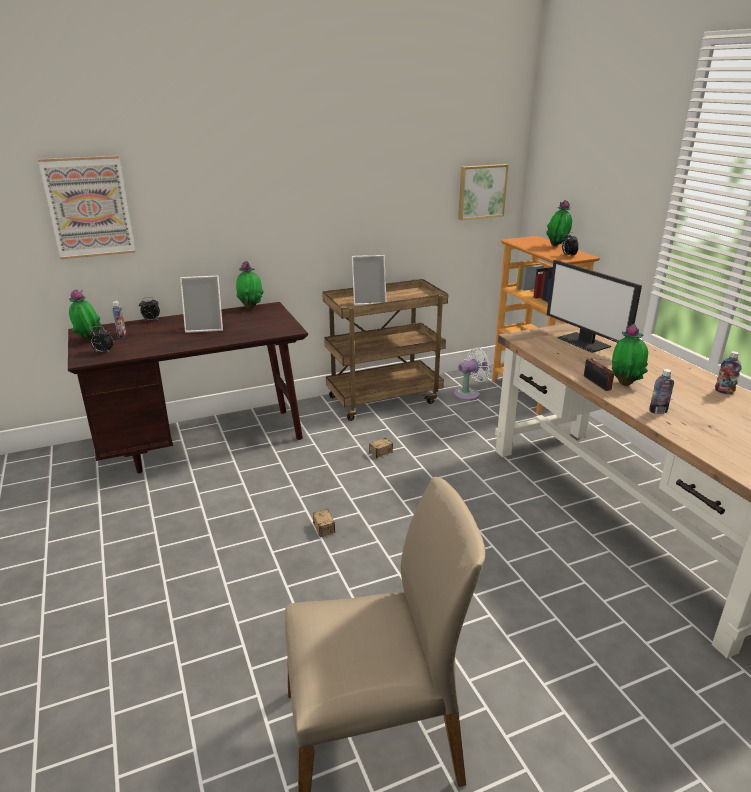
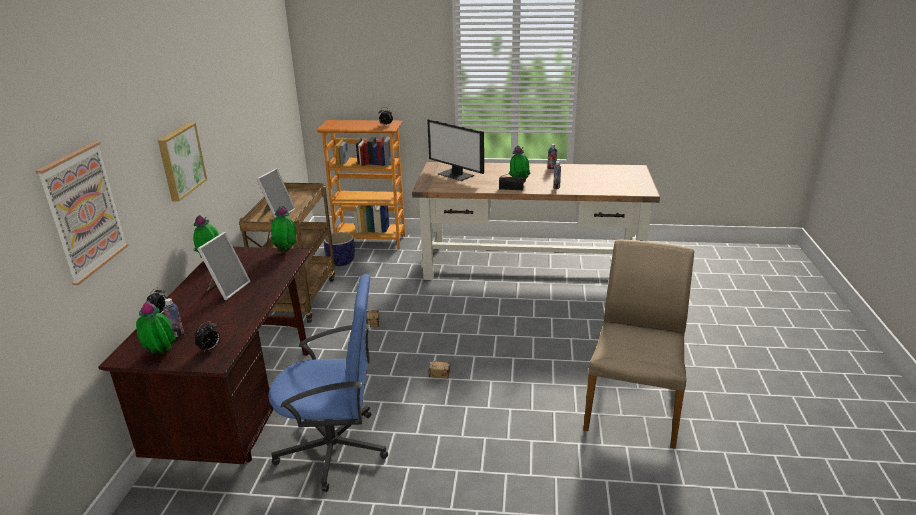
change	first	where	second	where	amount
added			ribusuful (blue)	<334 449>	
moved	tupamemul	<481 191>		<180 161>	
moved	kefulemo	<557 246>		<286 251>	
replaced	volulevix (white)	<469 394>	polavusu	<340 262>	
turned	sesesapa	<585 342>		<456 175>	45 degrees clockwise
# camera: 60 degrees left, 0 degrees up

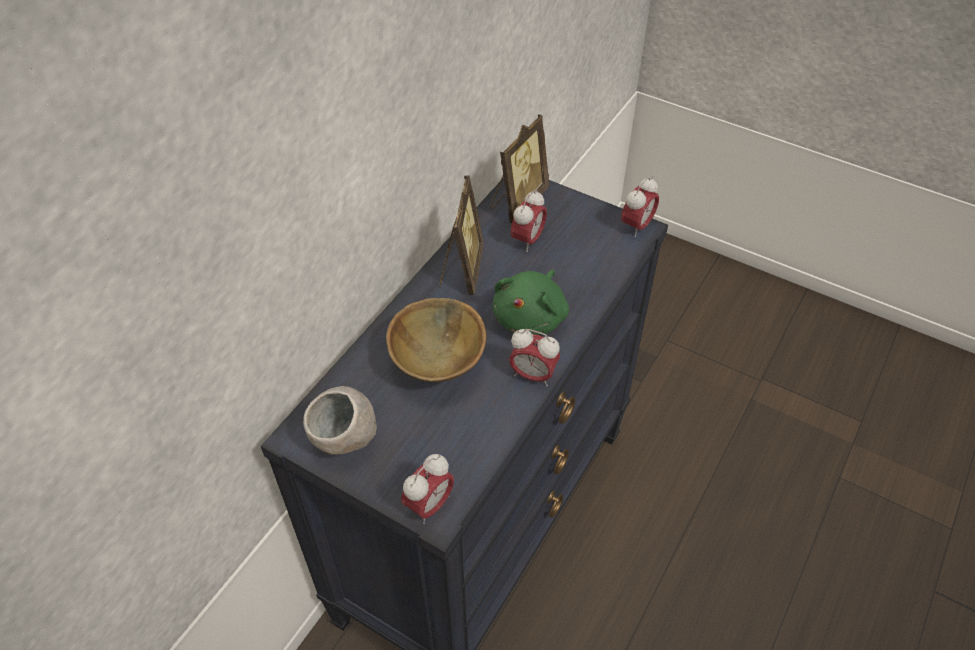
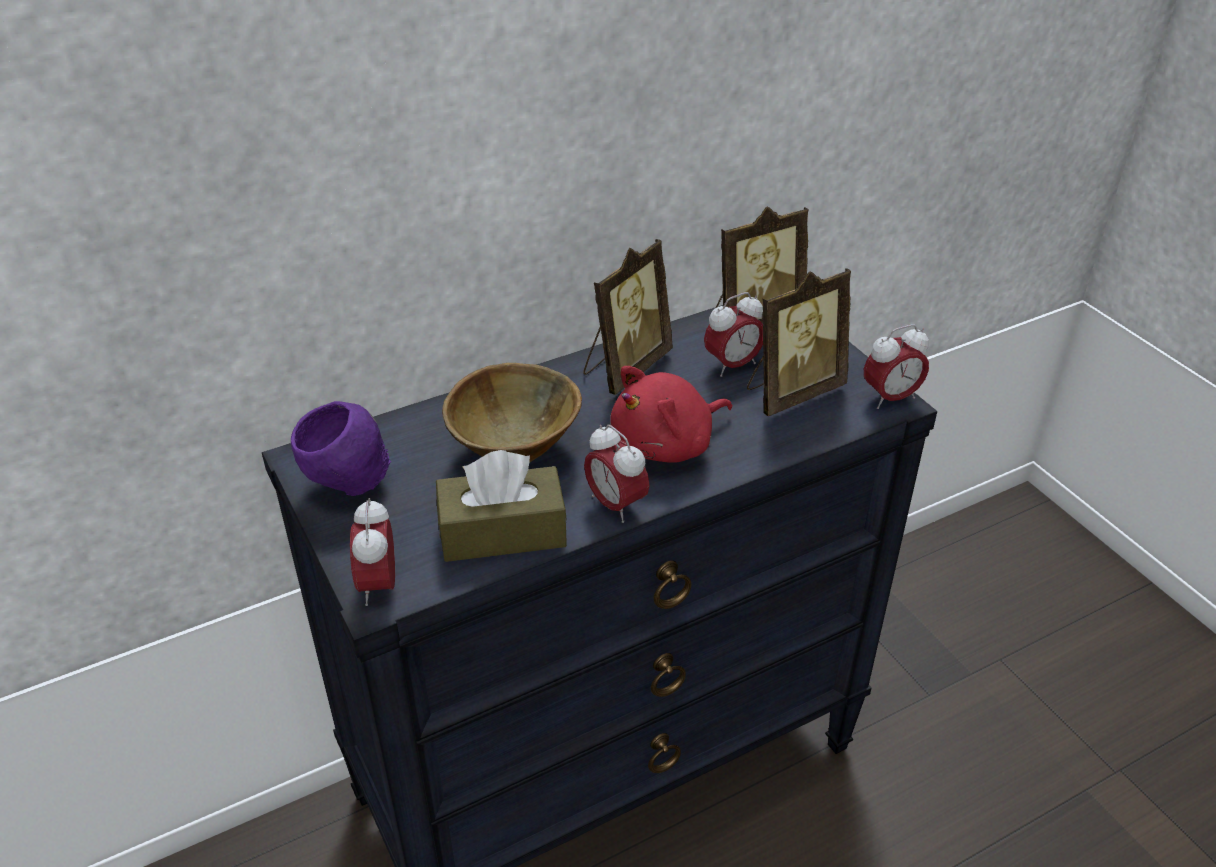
change	first	where	second	where	amount
added			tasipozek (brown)	<502 532>	
added			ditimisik	<791 392>	
recoloured	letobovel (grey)	<347 443>	letobovel (purple)	<348 485>	
recoloured	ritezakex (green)	<531 317>	ritezakex (red)	<667 444>	
turned	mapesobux	<429 505>		<379 585>	105 degrees clockwise
# camera: 30 degrees right, 10 degrees down

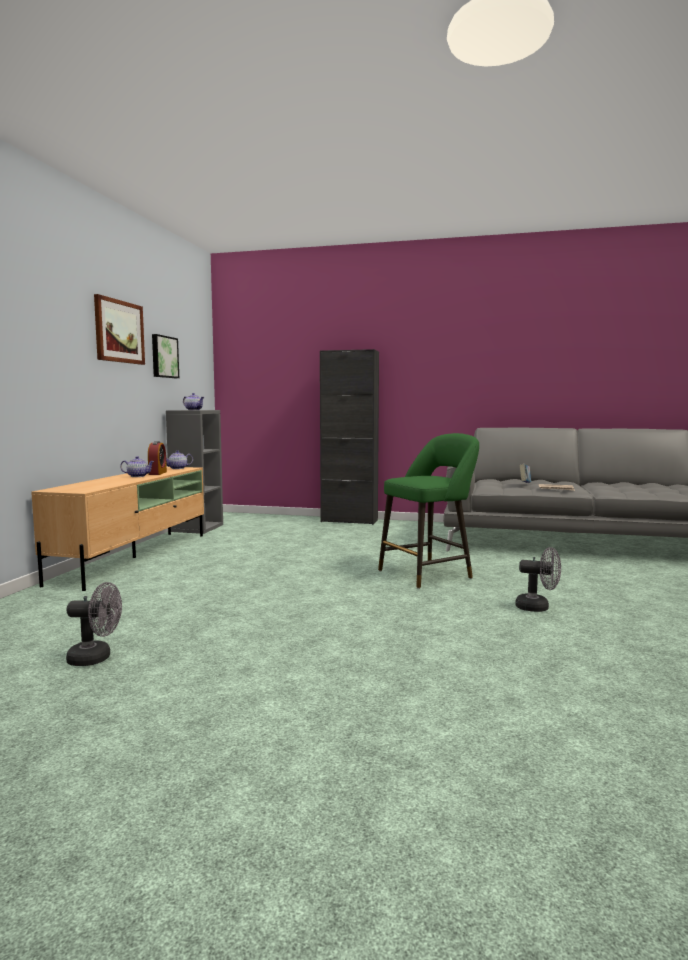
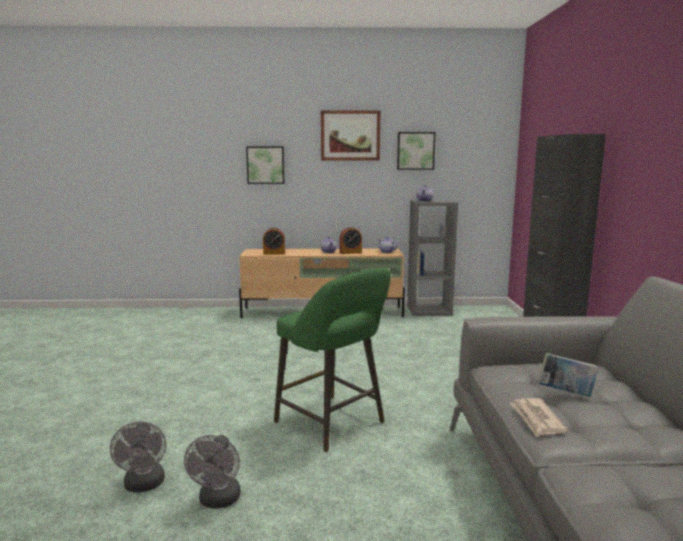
change	first	where	second	where	amount
added			tupamemul	<265 165>	
added			mapesobux	<274 253>	
moved	volulevix (grey)	<96 658>		<144 485>	
# camera: 75 degrees right, 5 degrees up

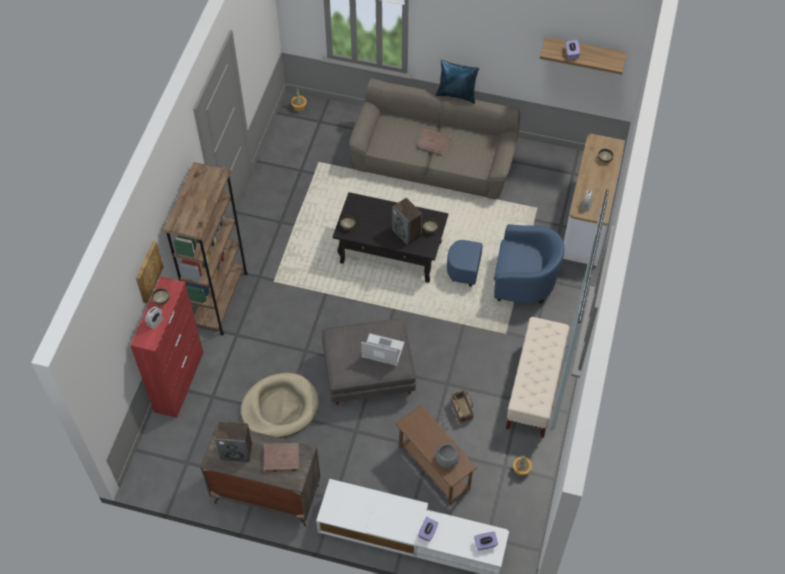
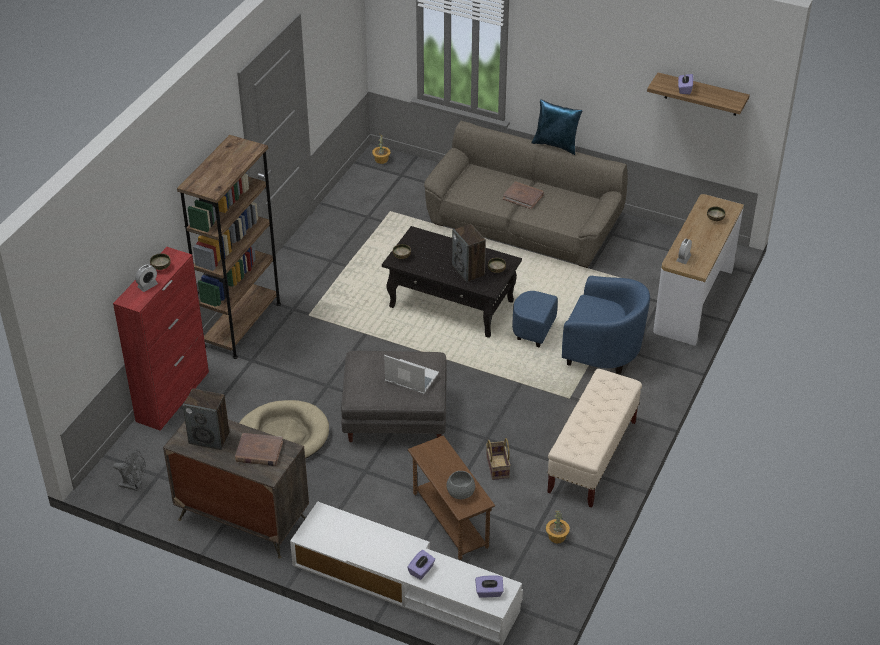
change	first	where	second	where	amount
removed	tupamemul	<147 272>			
added			volulevix (grey)	<134 485>	
# camera: 10 degrees right, 15 degrees down

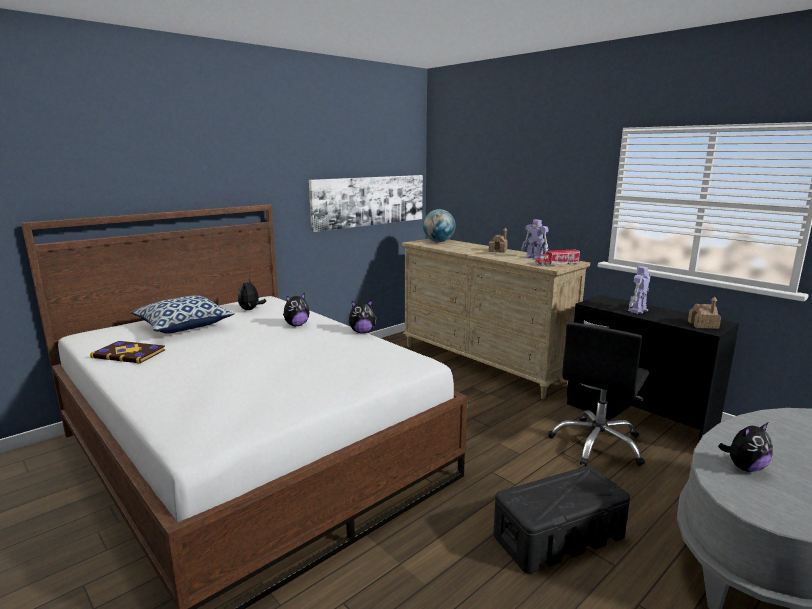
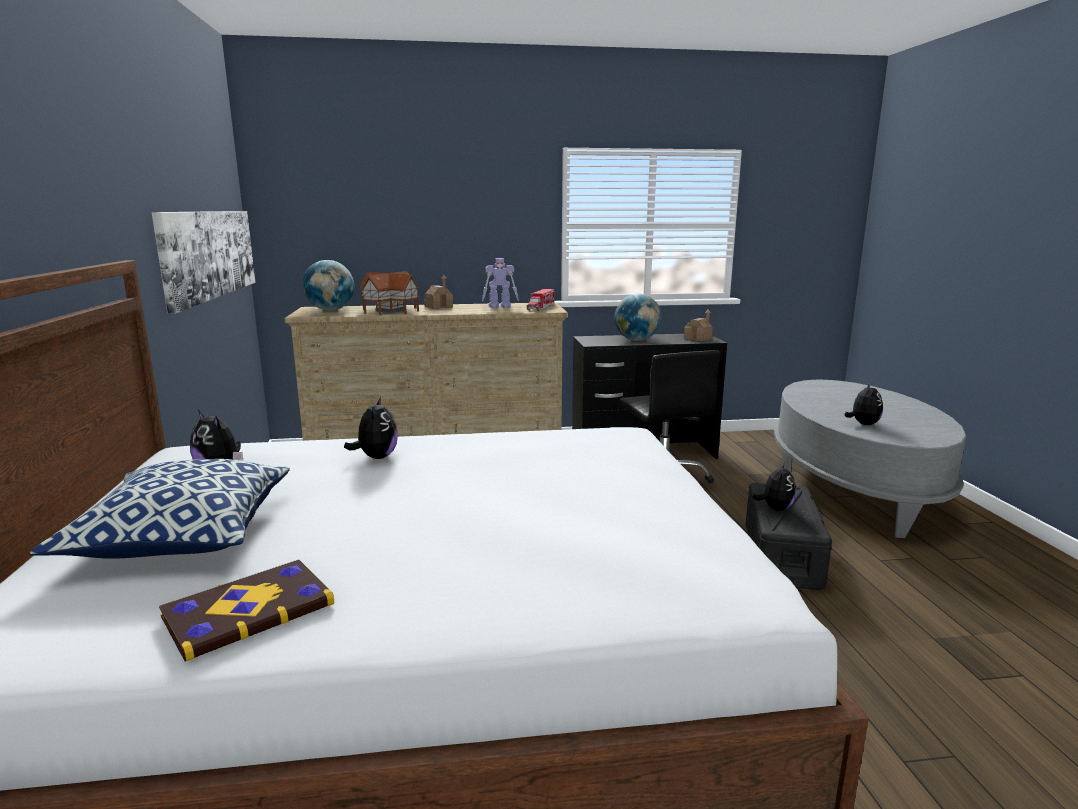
change	first	where	second	where	amount
added			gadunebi	<389 310>	
moved	ritezakex	<362 332>		<775 508>	
replaced	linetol	<637 310>	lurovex	<637 340>	
# camera: 55 degrees left, 0 degrees up

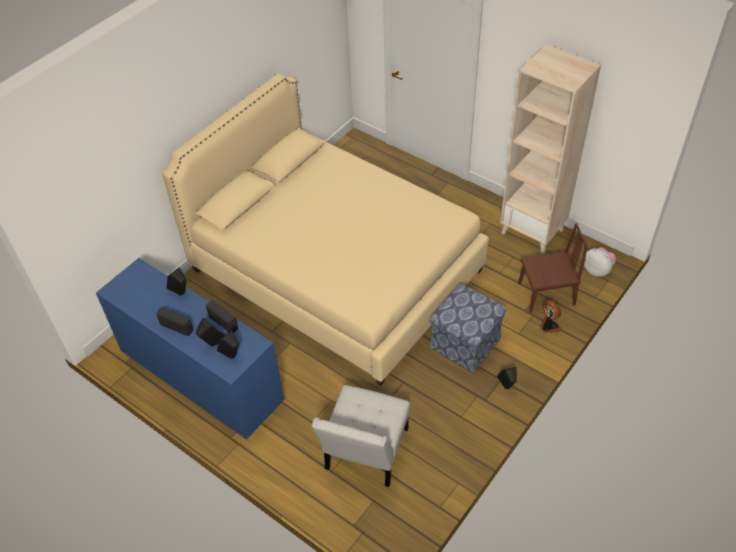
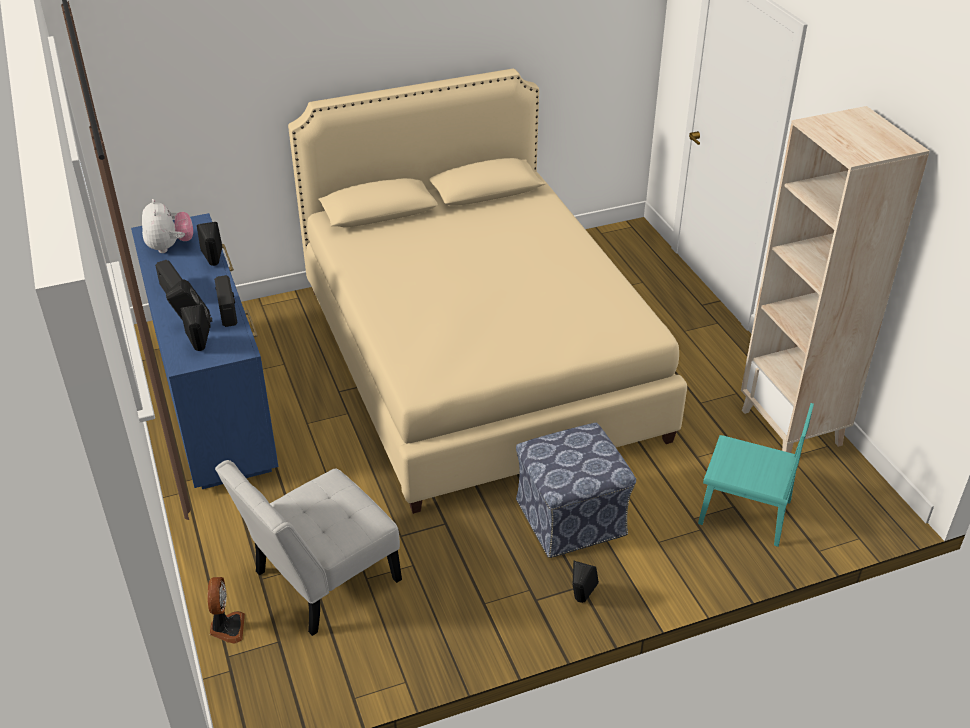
change	first	where	second	where	amount
moved	volulevix	<548 326>		<226 628>	
moved	ritezakex	<597 270>		<170 247>	
recoloured	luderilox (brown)	<546 294>	luderilox (turquoise)	<744 512>	
# camera: 30 degrees right, 10 degrees down

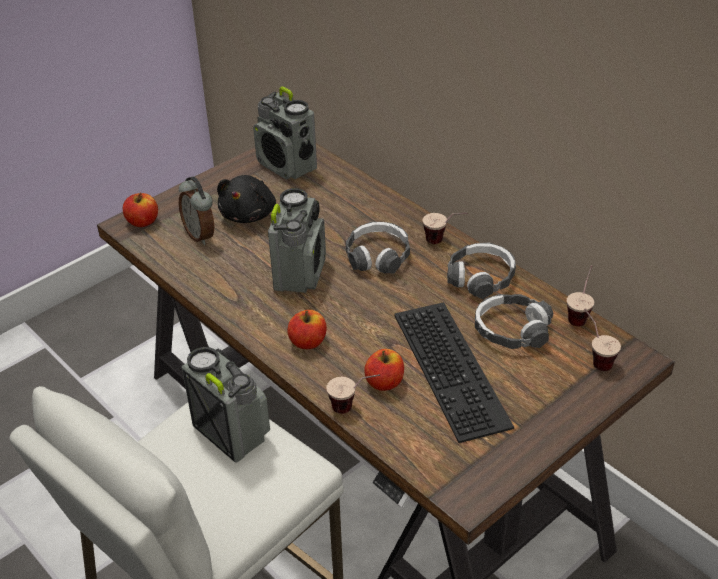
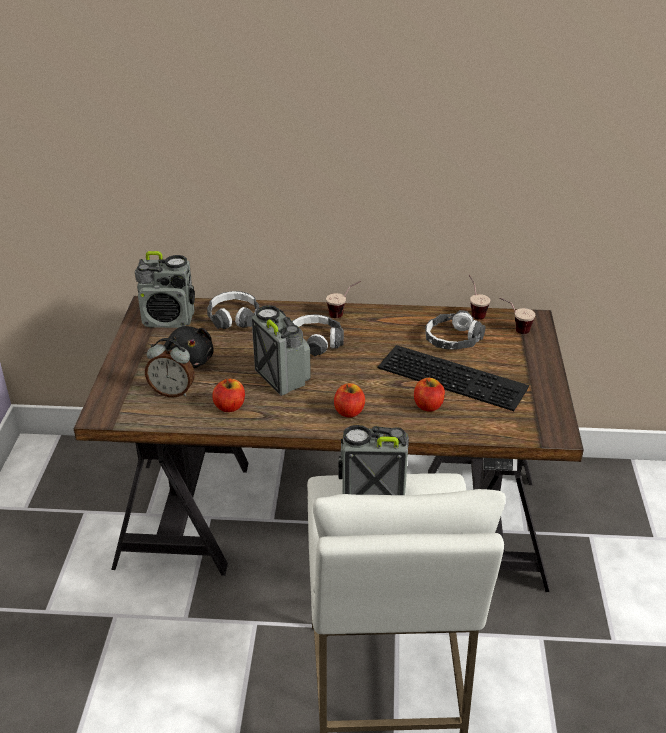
change	first	where	second	where	amount
removed	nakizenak	<354 407>			
moved	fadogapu	<142 222>		<230 406>	
moved	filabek	<481 277>		<233 317>	
# camera: 45 degrees left, 5 degrees down

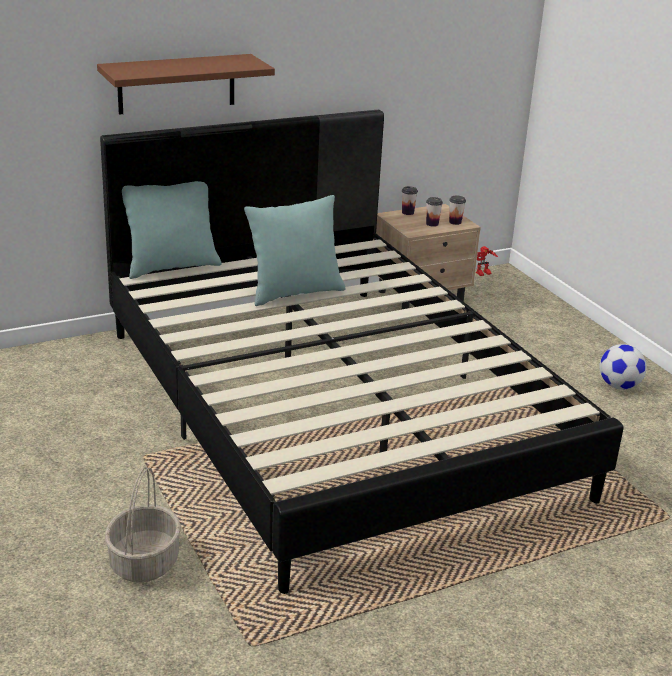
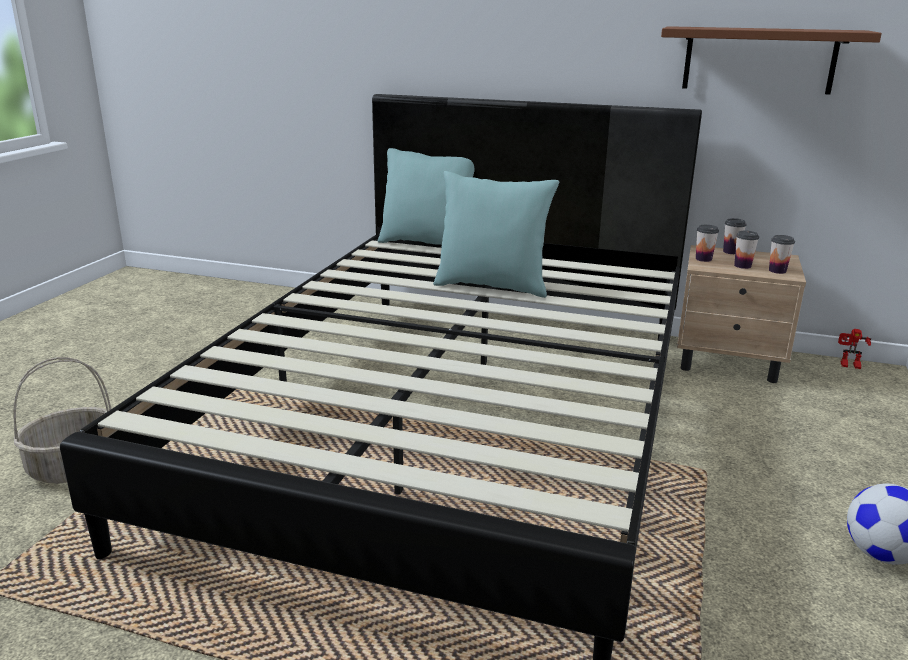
change	first	where	second	where	amount
added			nakizenak	<703 259>	
moved	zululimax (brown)	<176 84>		<759 60>	
# camera: 45 degrees right, 5 degrees down

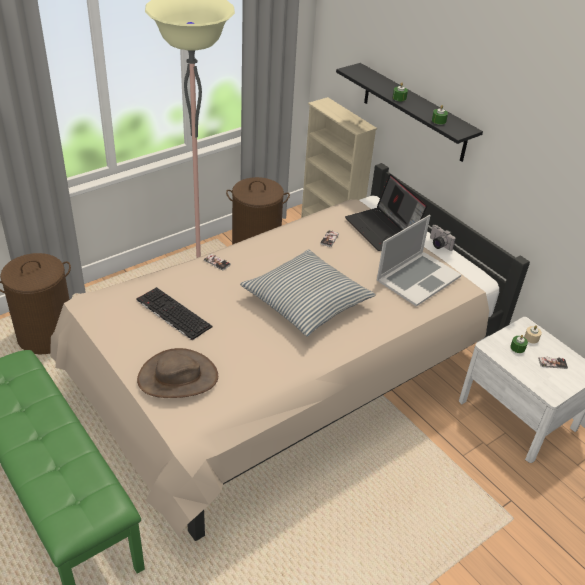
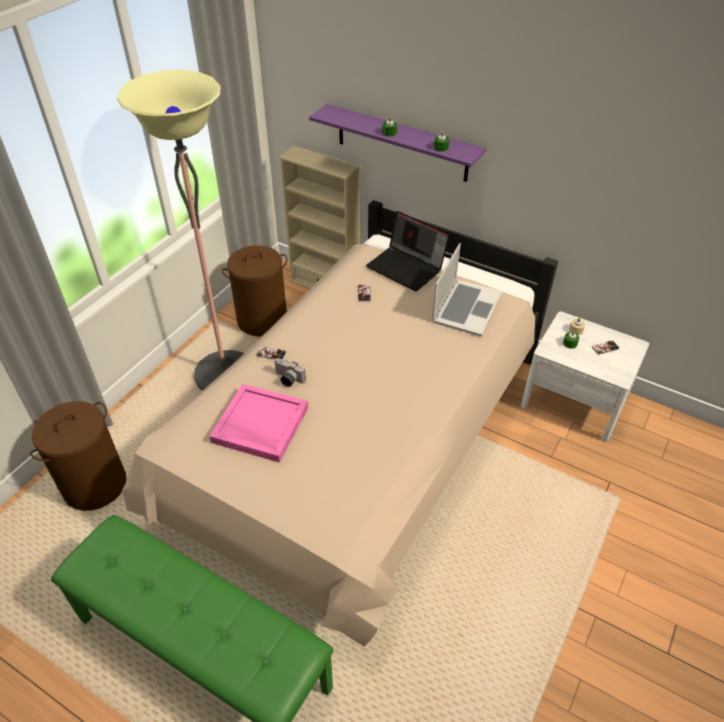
change	first	where	second	where	amount
removed	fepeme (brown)	<178 378>			
removed	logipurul	<306 301>			
moved	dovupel	<438 244>		<287 379>	
replaced	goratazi	<172 313>	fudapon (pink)	<259 425>	
recoloured	zululimax (black)	<414 112>	zululimax (purple)	<402 143>	
# camera: 20 degrees left, 5 degrees up

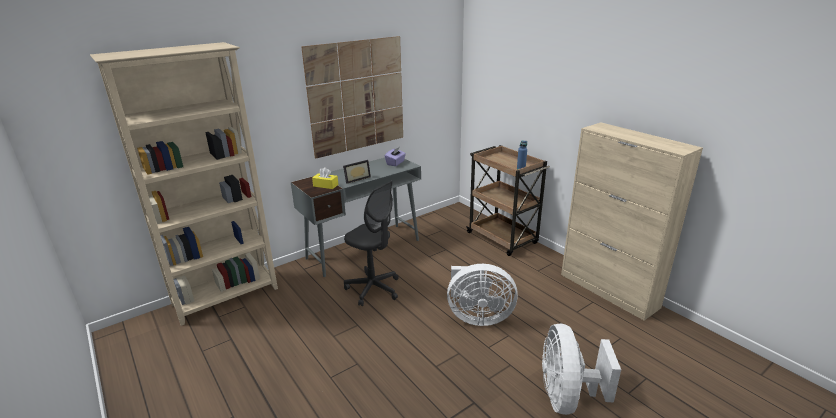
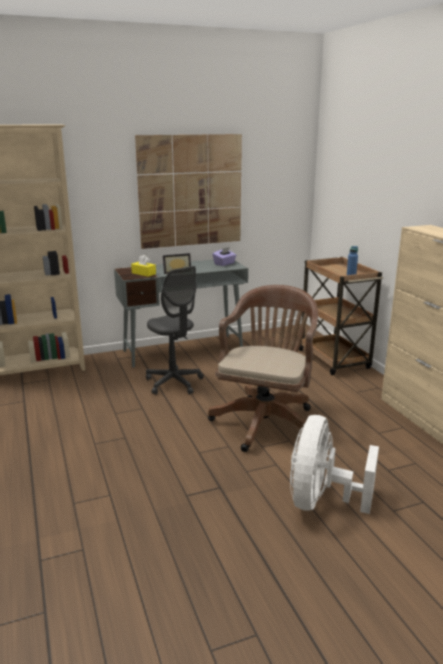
change	first	where	second	where	amount
replaced	volulevix (white)	<477 317>	ribusuful (brown)	<266 420>	
# camera: 15 degrees right, 5 degrees down

